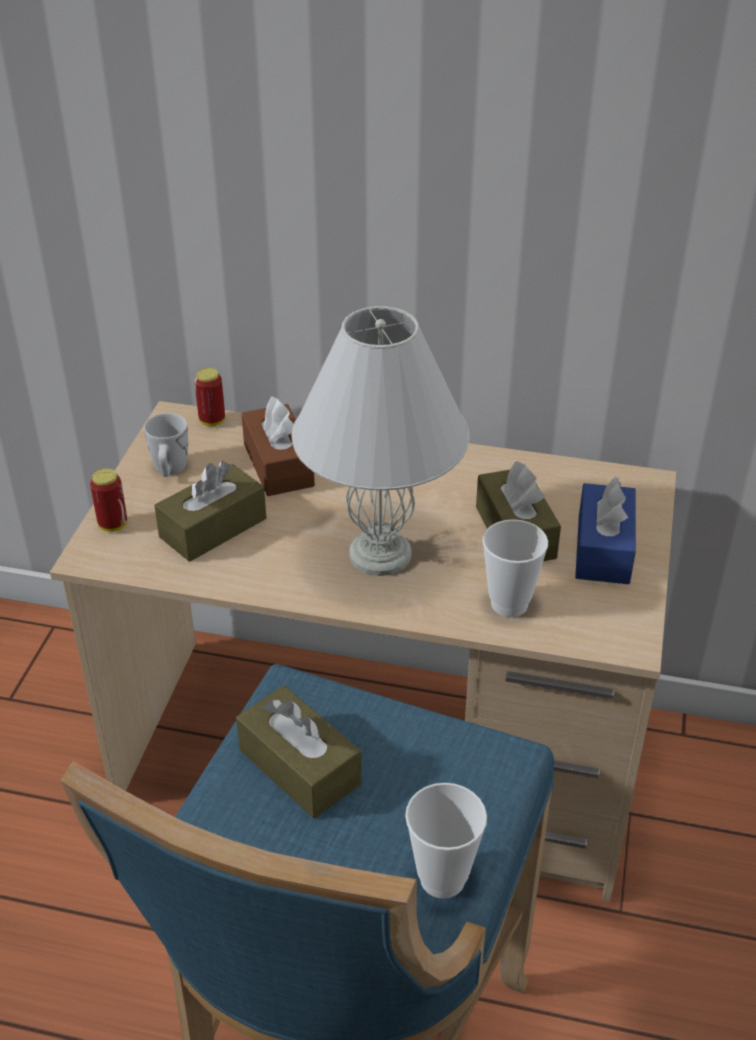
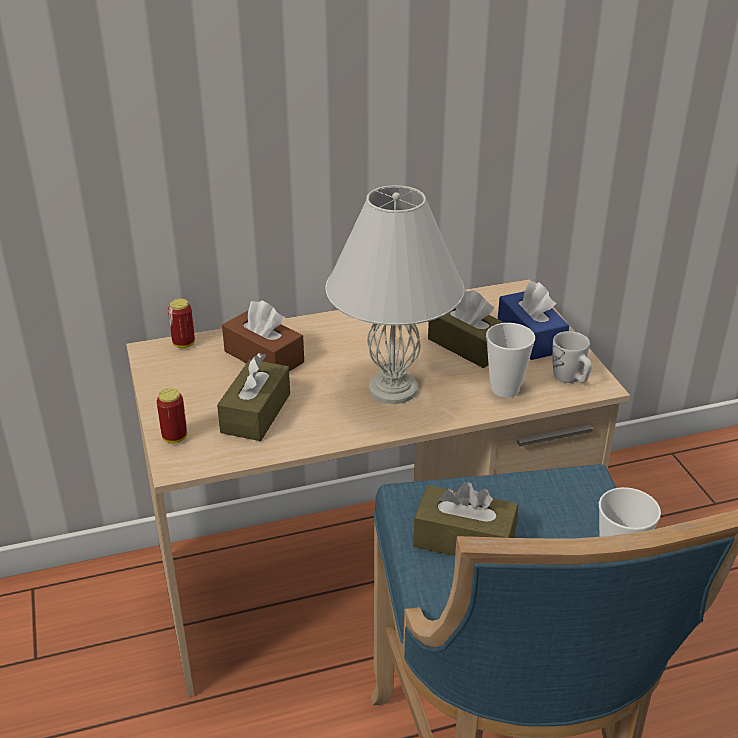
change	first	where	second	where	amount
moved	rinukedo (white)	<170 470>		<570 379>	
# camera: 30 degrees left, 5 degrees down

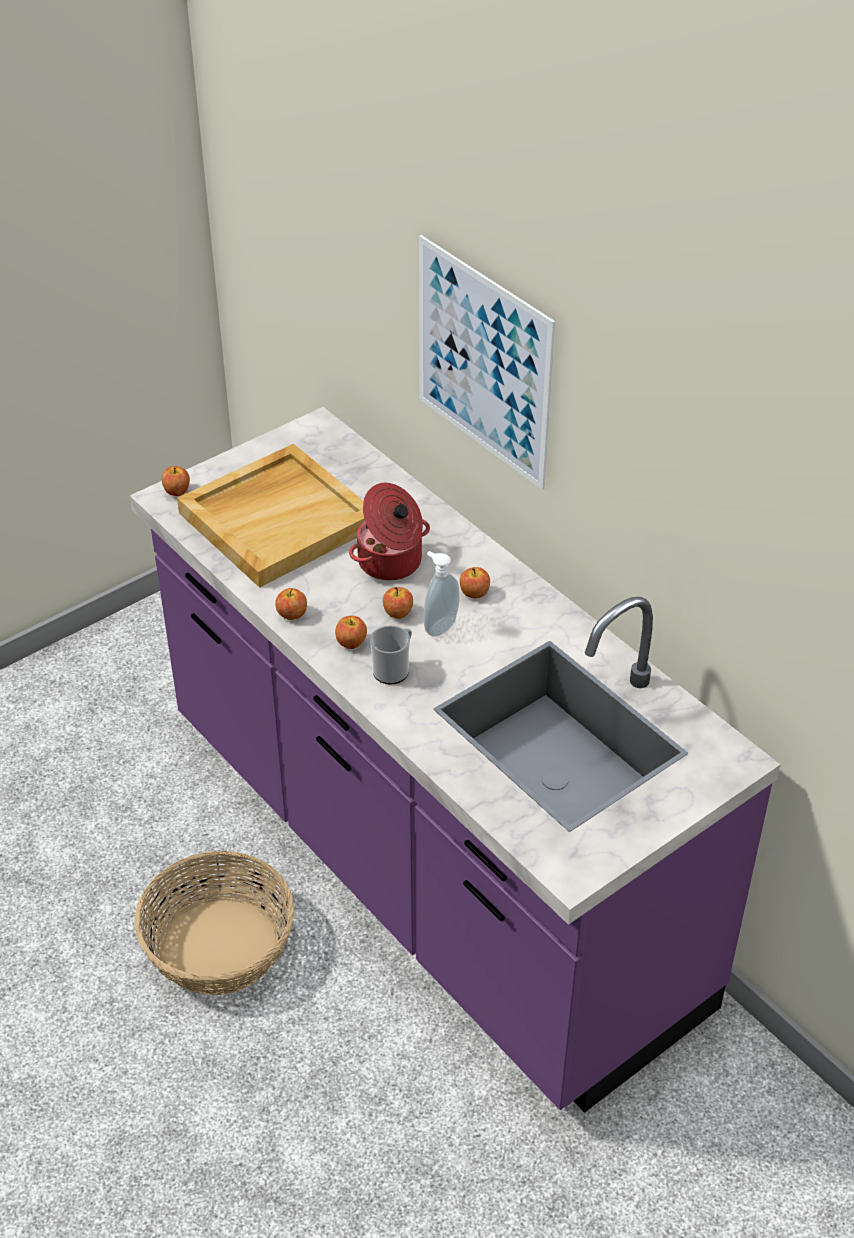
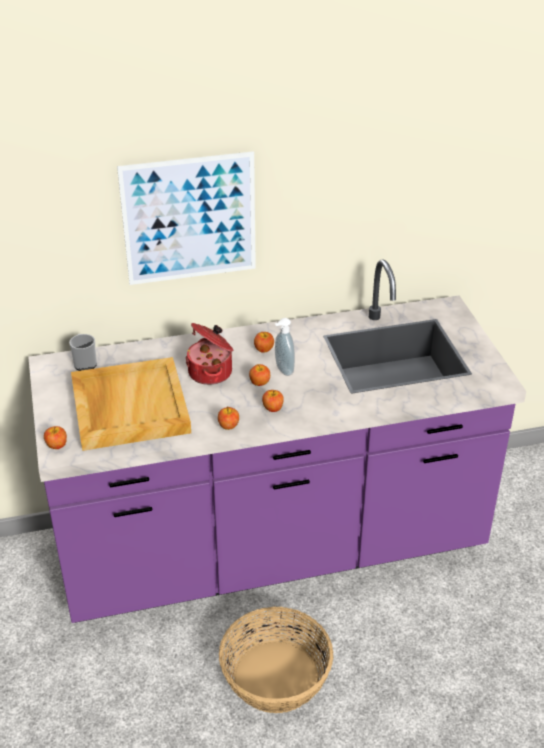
change	first	where	second	where	amount
moved	rinukedo	<393 669>		<84 363>	
# camera: 65 degrees left, 5 degrees down

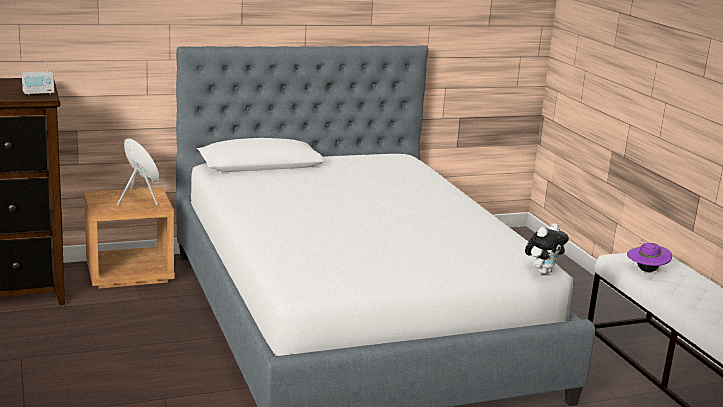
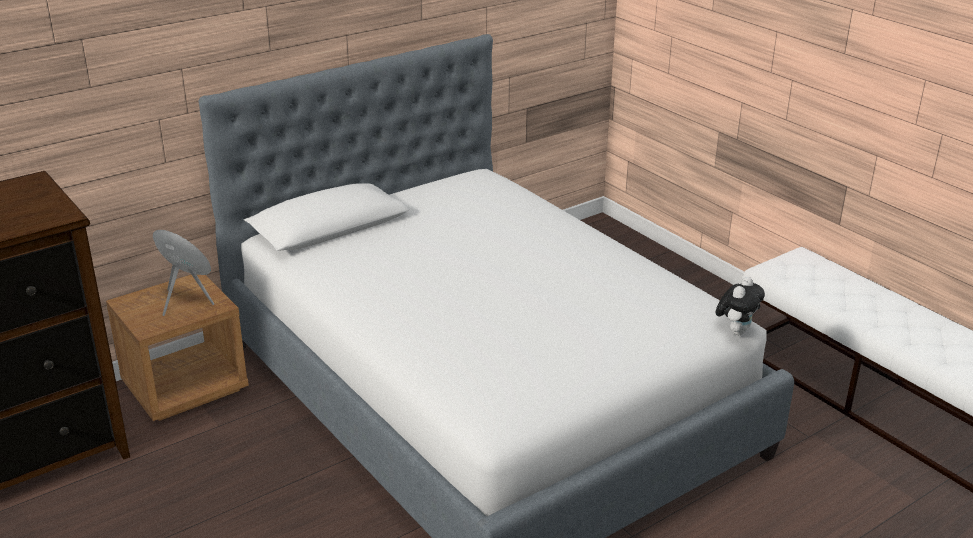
change	first	where	second	where	amount
removed	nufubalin	<38 93>			
removed	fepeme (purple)	<646 270>			
# camera: 15 degrees left, 10 degrees up

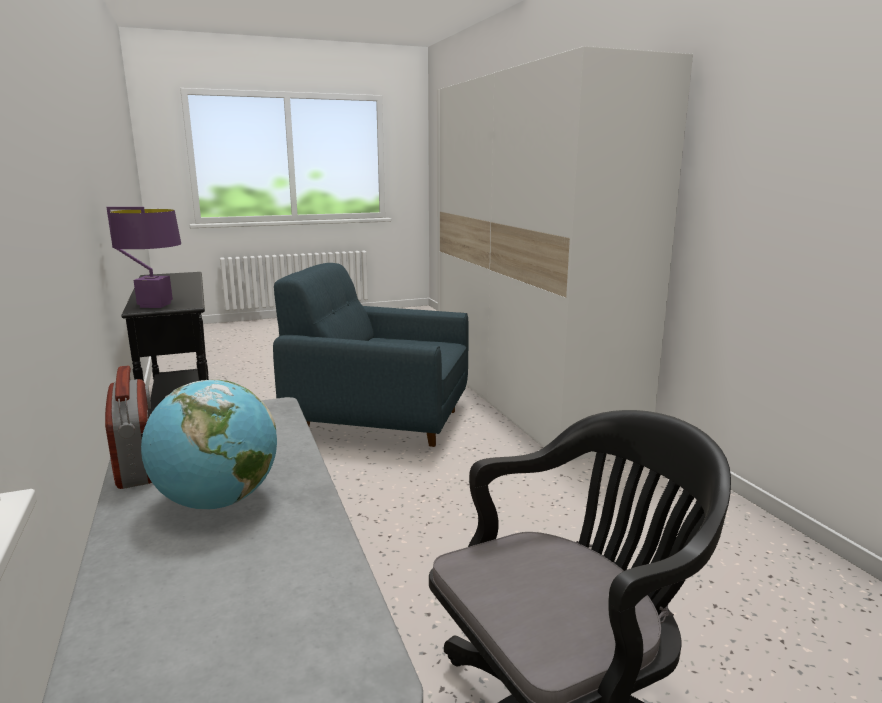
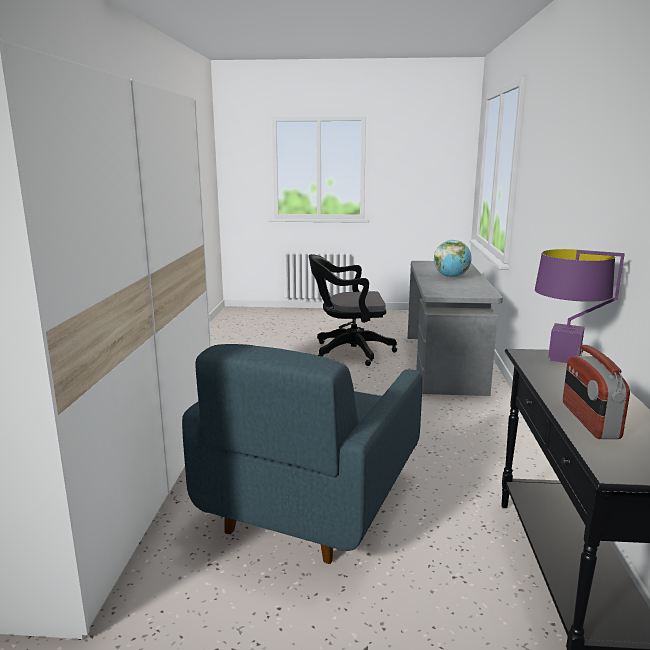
change	first	where	second	where	amount
moved	nufubalin	<137 463>		<589 420>	
turned	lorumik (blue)	<379 421>		<311 501>	75 degrees clockwise
# camera: 155 degrees left, 0 degrees up

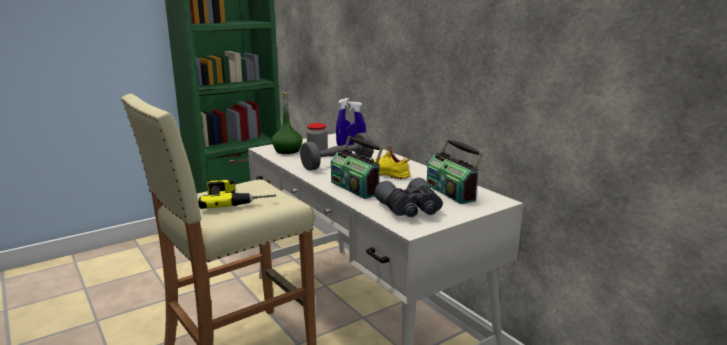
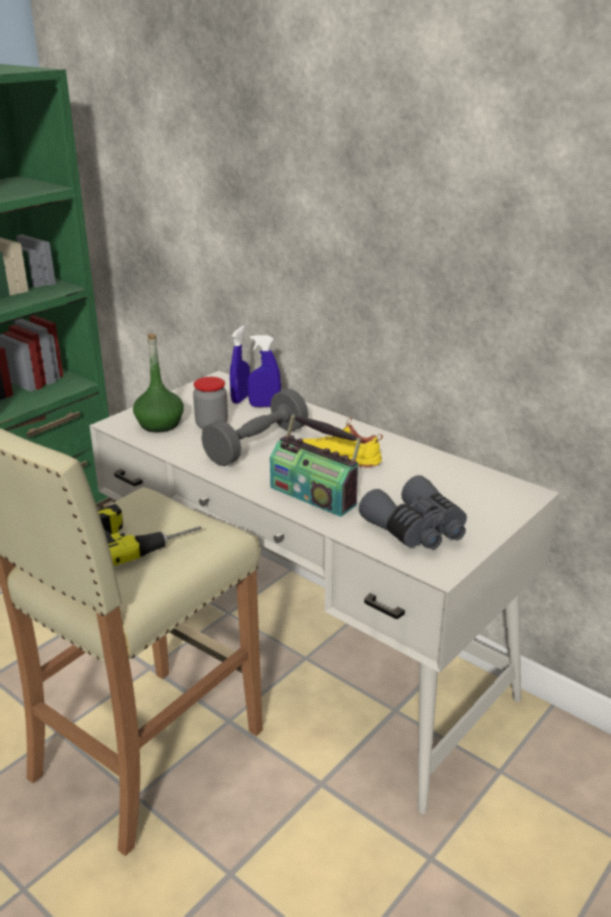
change	first	where	second	where	amount
removed	nufubalin	<451 192>			
# camera: 15 degrees left, 10 degrees up

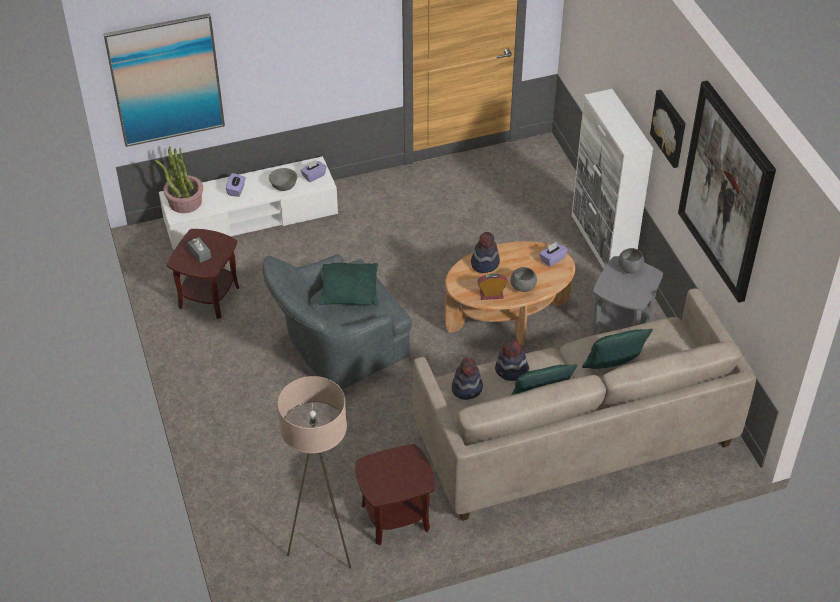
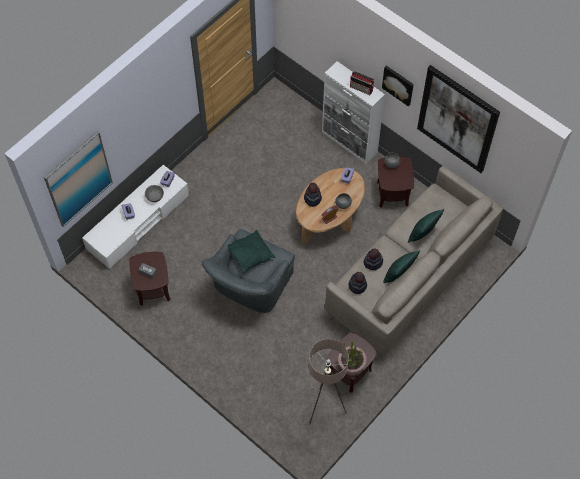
change	first	where	second	where	amount
added			nufubalin	<362 88>	
moved	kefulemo	<185 202>		<351 364>	
recoloured	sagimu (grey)	<621 326>	sagimu (brown)	<392 194>	
# camera: 30 degrees left, 15 degrees up

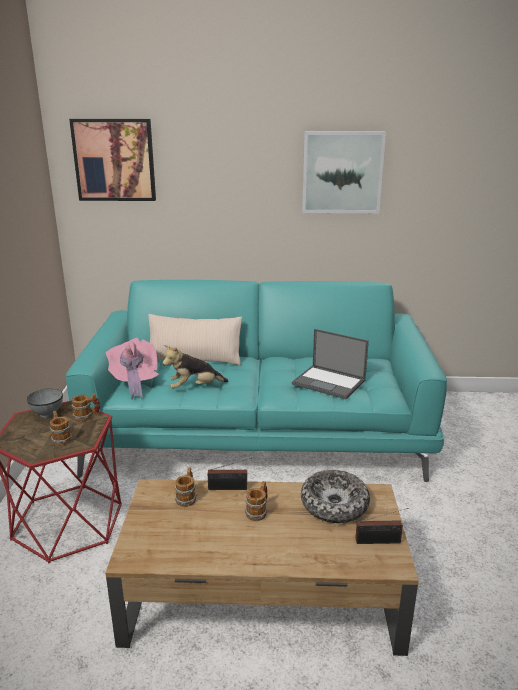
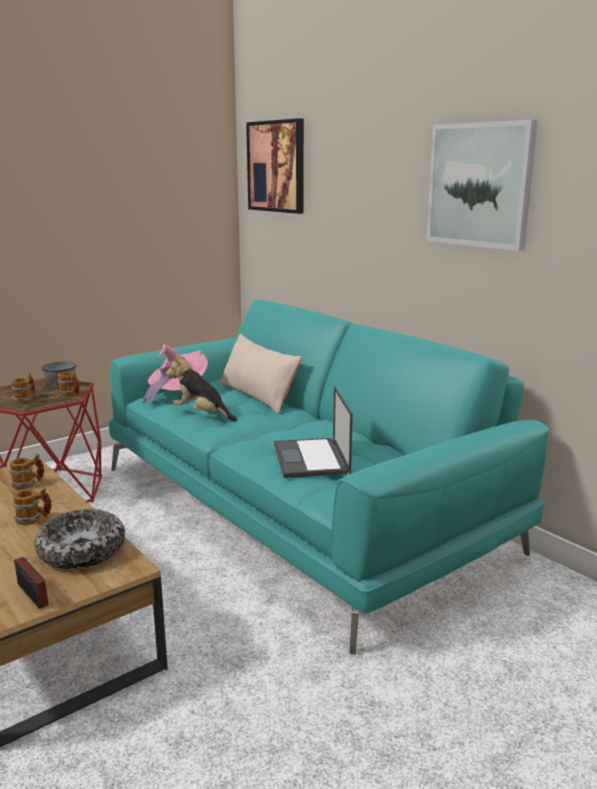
change	first	where	second	where	amount
removed	nufubalin	<230 488>			
# camera: 50 degrees right, 5 degrees down

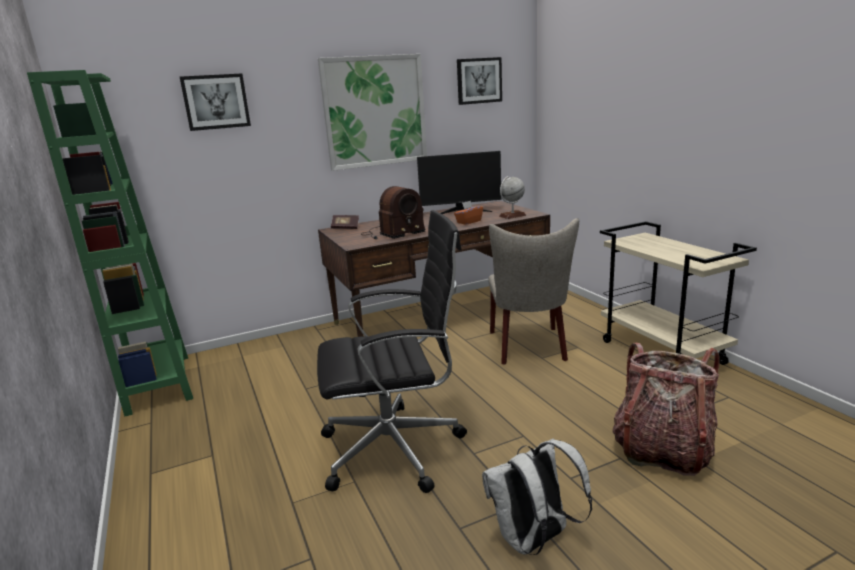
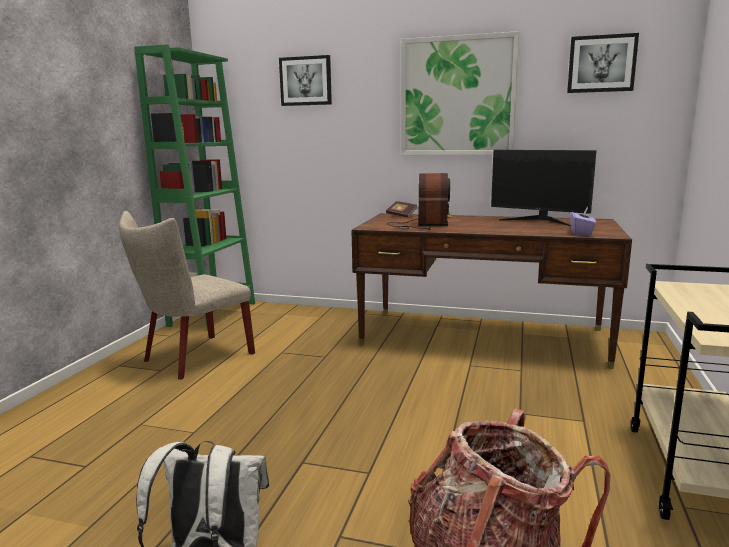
change	first	where	second	where	amount
removed	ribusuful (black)	<396 448>			
removed	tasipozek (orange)	<468 222>			
moved	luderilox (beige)	<529 348>		<192 359>	
replaced	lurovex	<512 216>	tasipozek (purple)	<581 233>	
turned	nufubalin	<392 233>		<422 225>	90 degrees counterclockwise
# camera: 40 degrees right, 5 degrees down

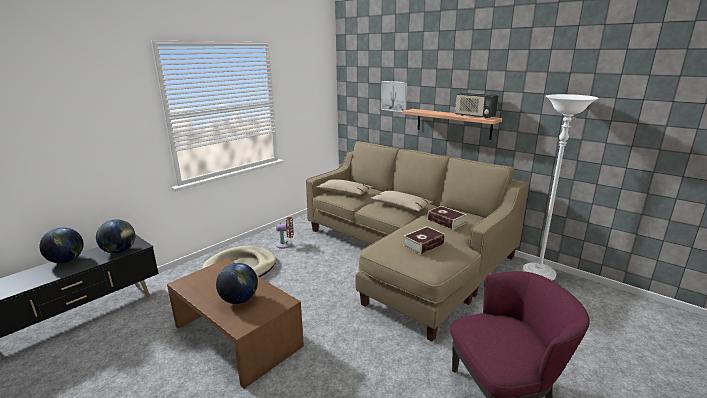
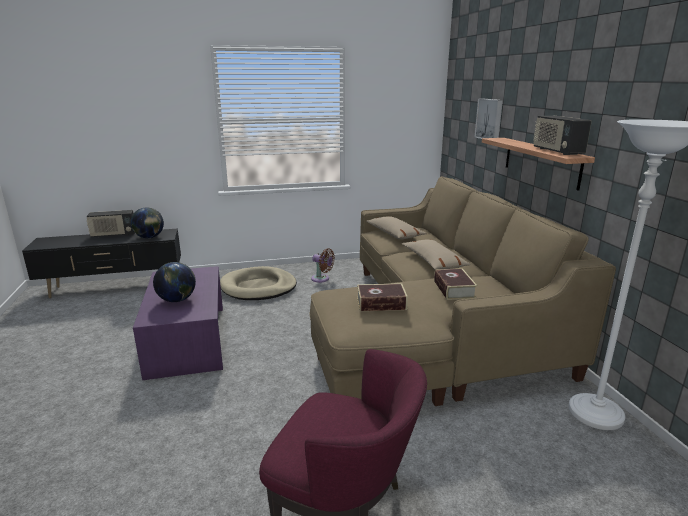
change	first	where	second	where	amount
replaced	lurovex	<67 261>	nufubalin	<113 235>	
recoloured	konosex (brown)	<238 335>	konosex (purple)	<188 339>	
# camera: 35 degrees right, 0 degrees up

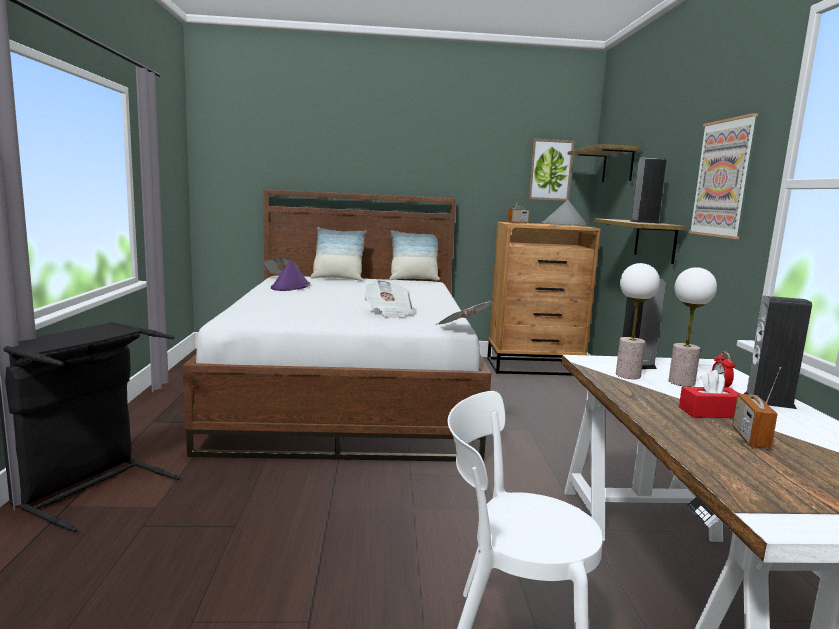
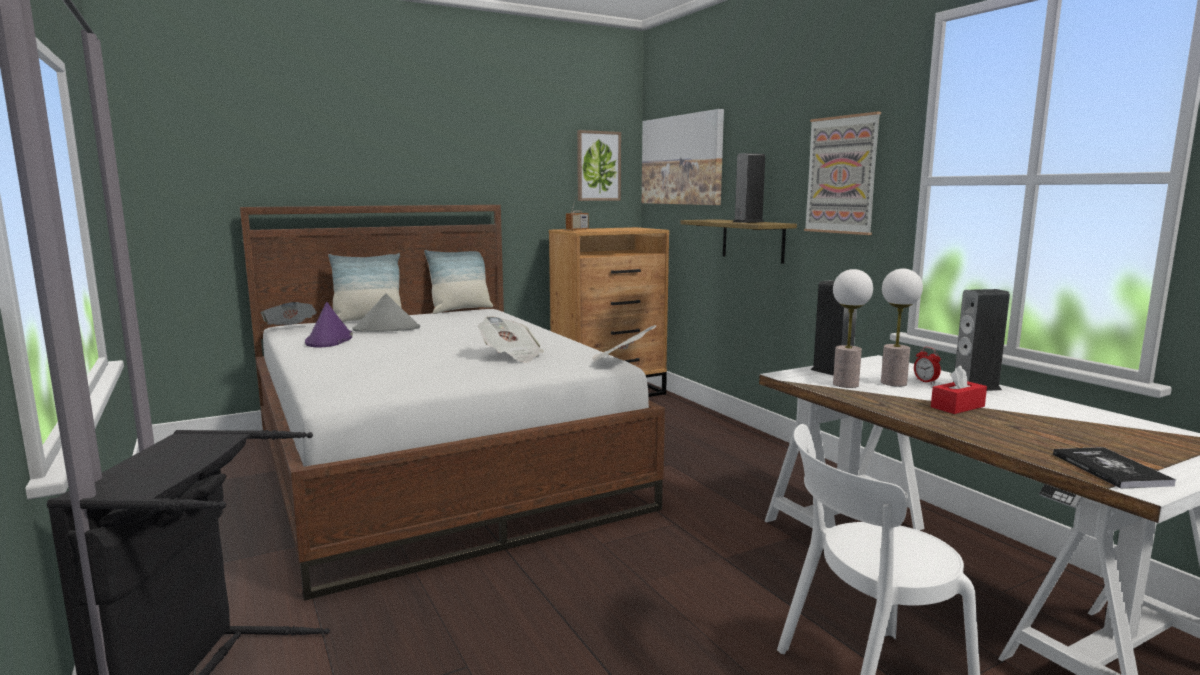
change	first	where	second	where	amount
removed	nufubalin	<750 438>			
added			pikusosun	<1110 469>	
moved	fepeme (grey)	<564 225>		<387 329>	
replaced	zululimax	<617 166>	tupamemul	<682 160>	
# camera: 25 degrees left, 0 degrees up

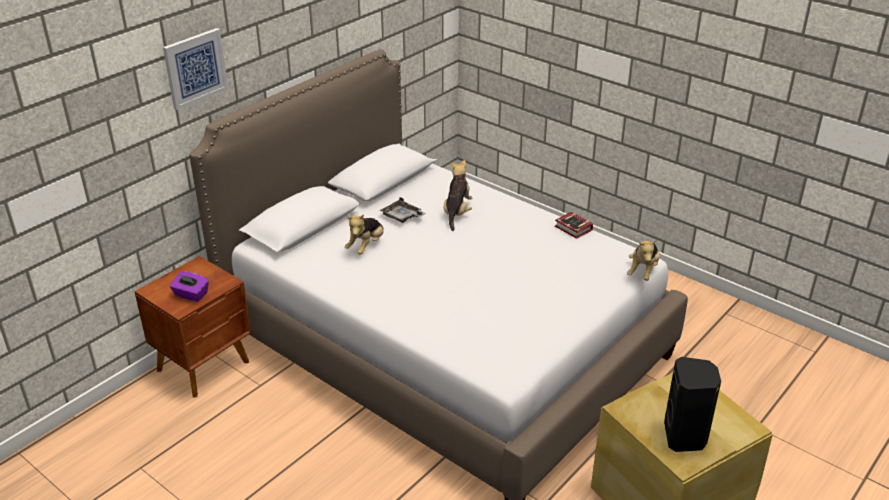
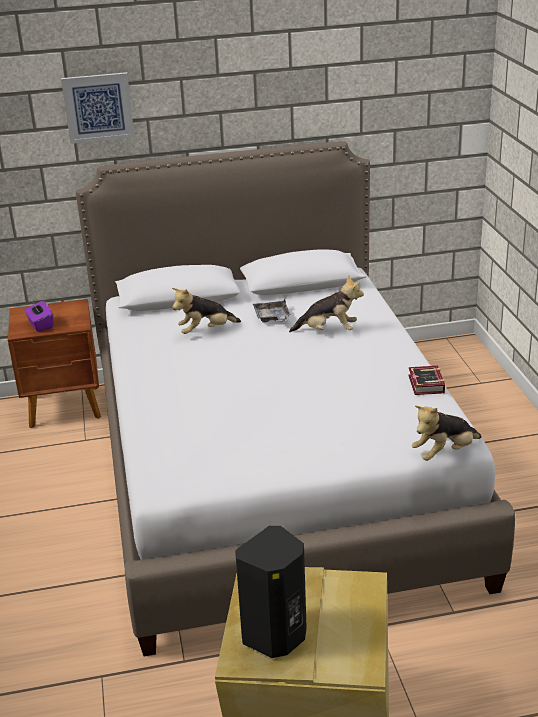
change	first	where	second	where	amount
turned	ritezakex	<457 212>		<328 331>	45 degrees clockwise
# camera: 40 degrees right, 5 degrees down

